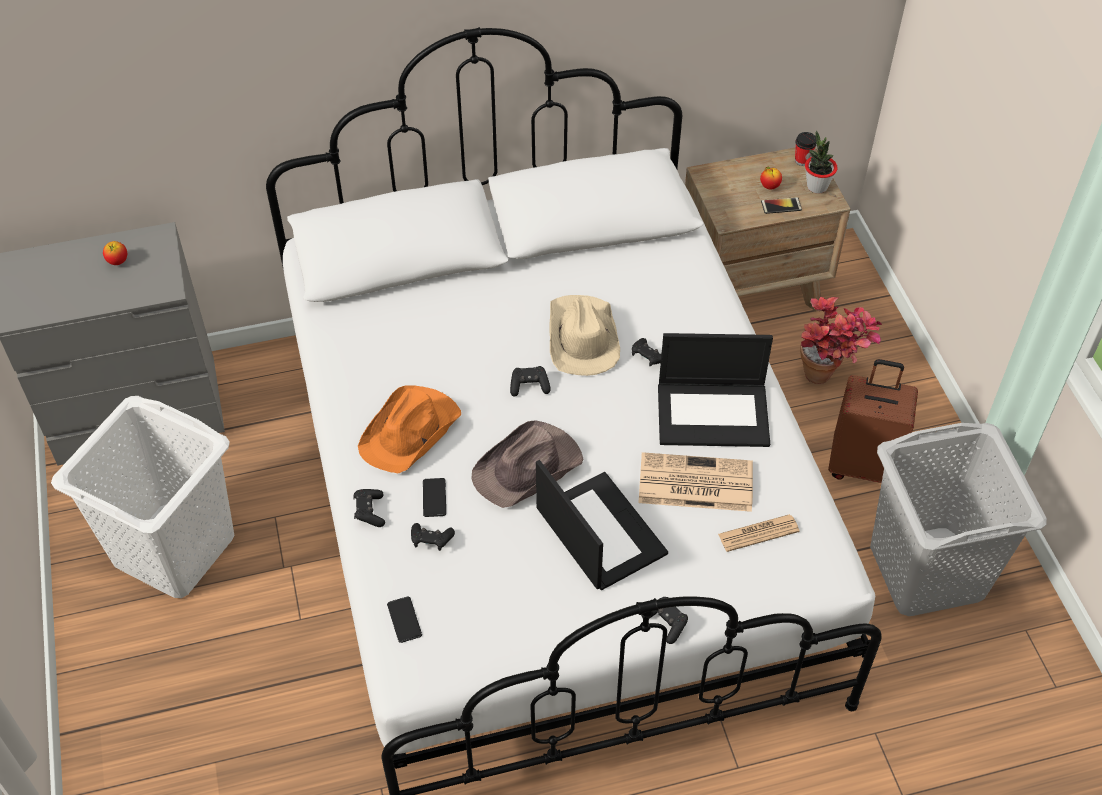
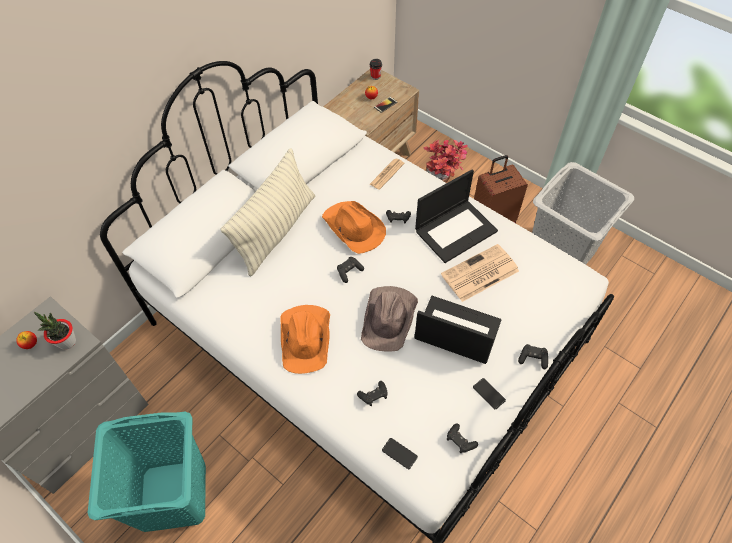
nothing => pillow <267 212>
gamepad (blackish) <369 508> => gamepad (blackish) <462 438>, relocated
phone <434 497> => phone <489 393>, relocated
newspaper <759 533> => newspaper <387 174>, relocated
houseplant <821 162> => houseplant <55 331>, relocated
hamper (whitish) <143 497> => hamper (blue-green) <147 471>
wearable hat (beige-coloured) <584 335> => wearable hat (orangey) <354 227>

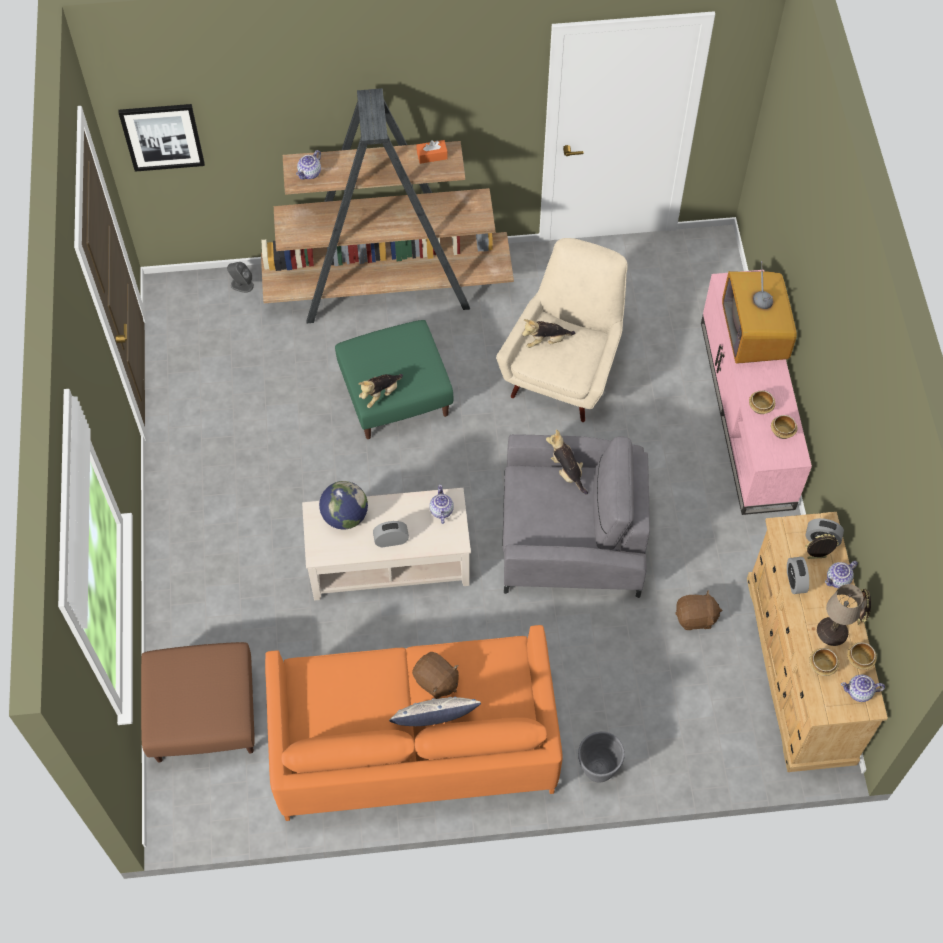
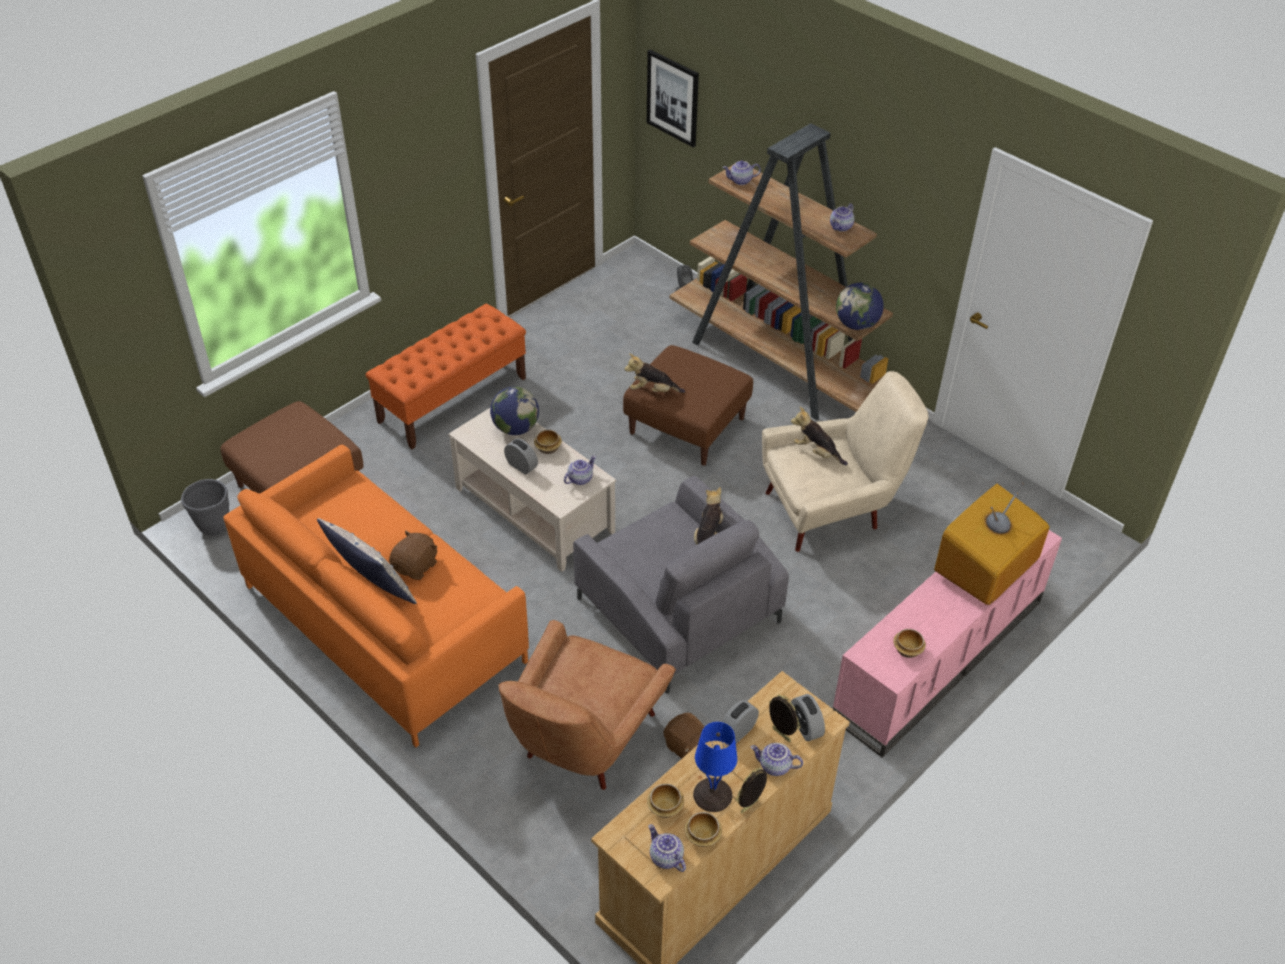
nothing => indoor bench (orangey) <445 376>
nothing => armchair (brown-coloured) <587 705>
nothing => globe <860 306>
planter (grey) <601 757> => planter (grey) <205 507>, relocated
deep dish <762 402> => deep dish <548 442>, relocated
tissue holder (orangey) <432 152> => pot for tea <842 217>
pouffe (green-coloured) <394 379> => pouffe (brown-coloured) <688 405>
table lamp (beige-coloured) <840 615> => table lamp (bluish) <715 767>
cuddly toy (brown-coloured) <435 675> => cuddly toy (brown-coloured) <413 555>, 150 degrees counterclockwise

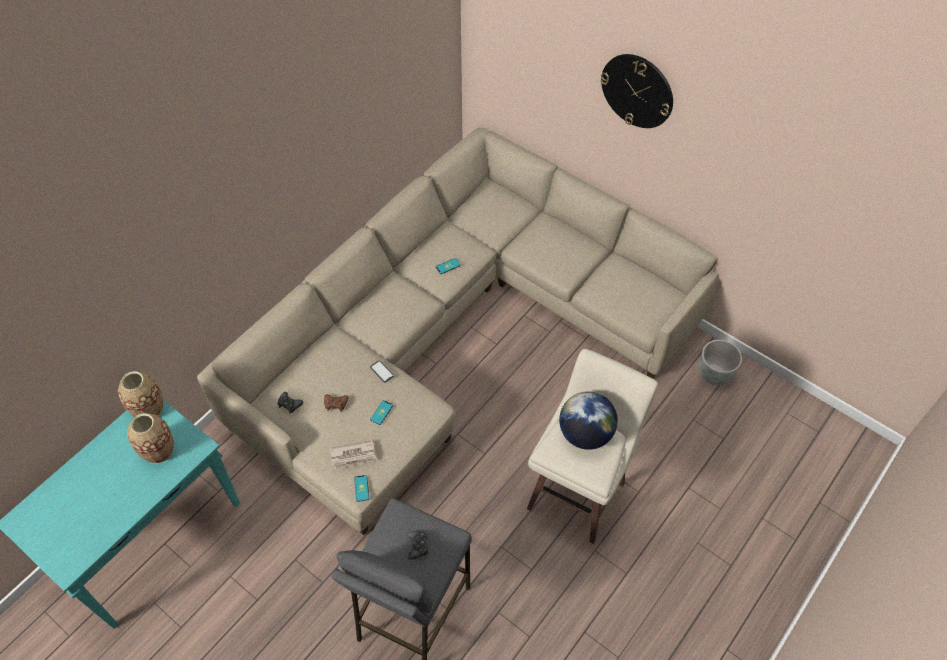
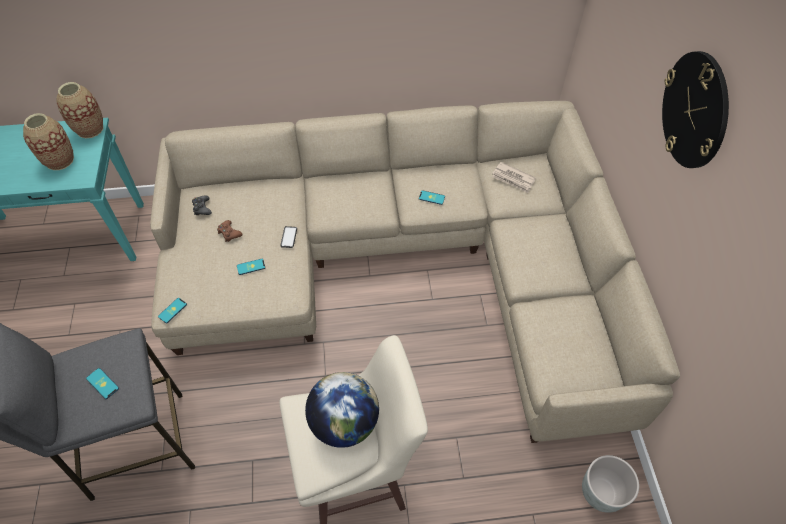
newspaper <353 454> => newspaper <514 177>, relocated
gamepad (blackish) <418 545> => phone <102 383>

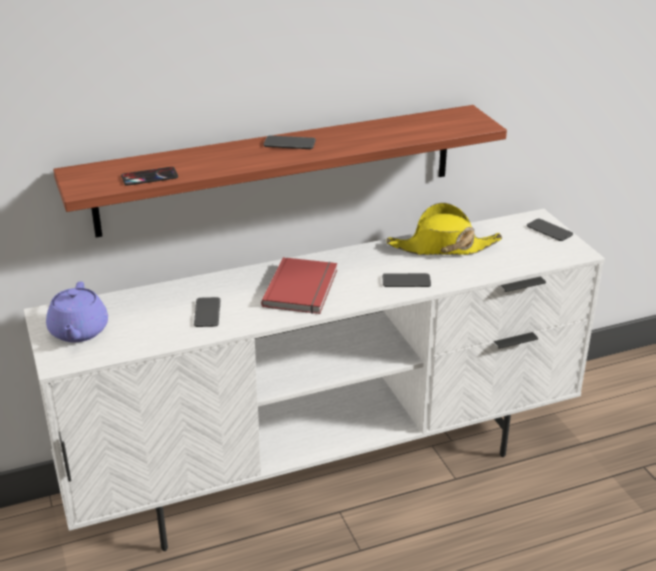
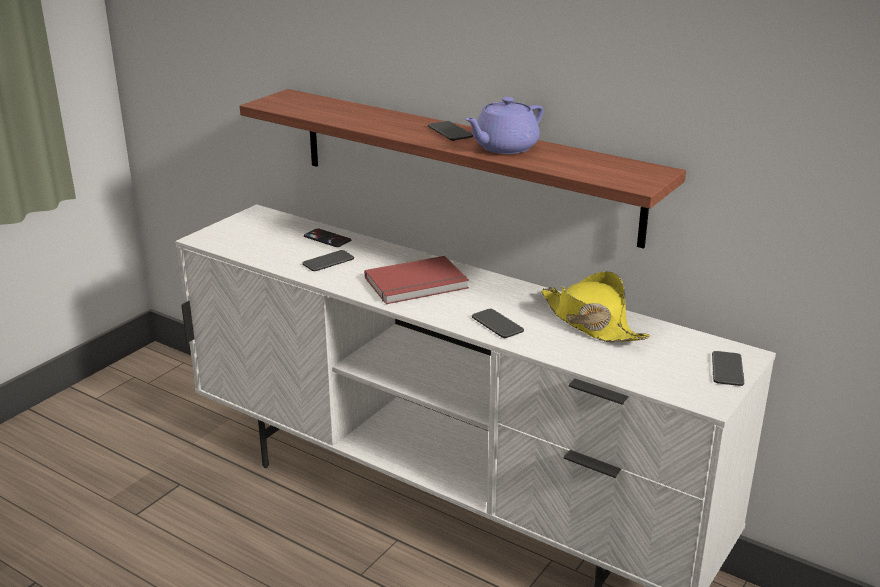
pot for tea (purplish) <77 311> => pot for tea (purplish) <504 125>, relocated
phone <149 176> => phone <327 237>, relocated

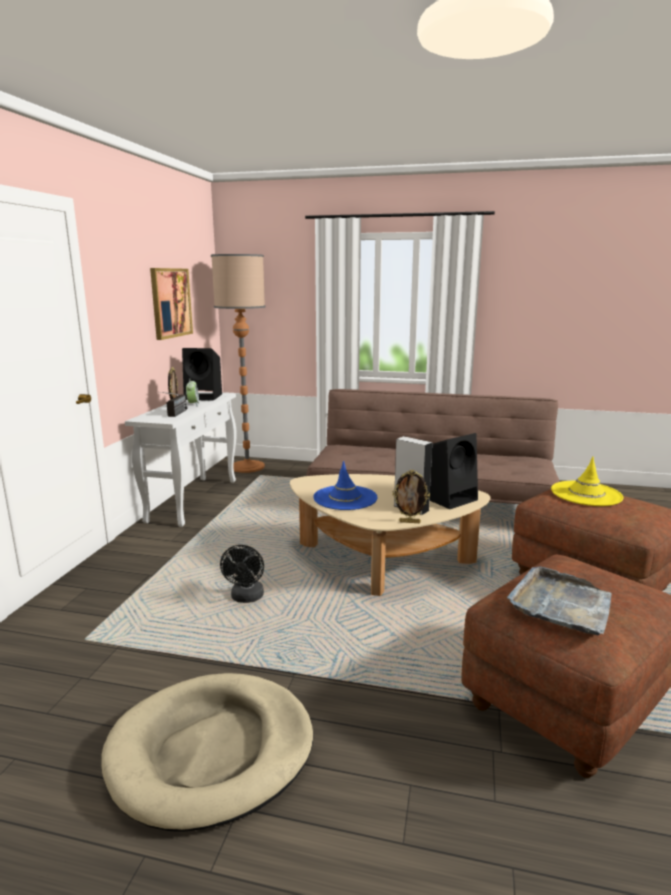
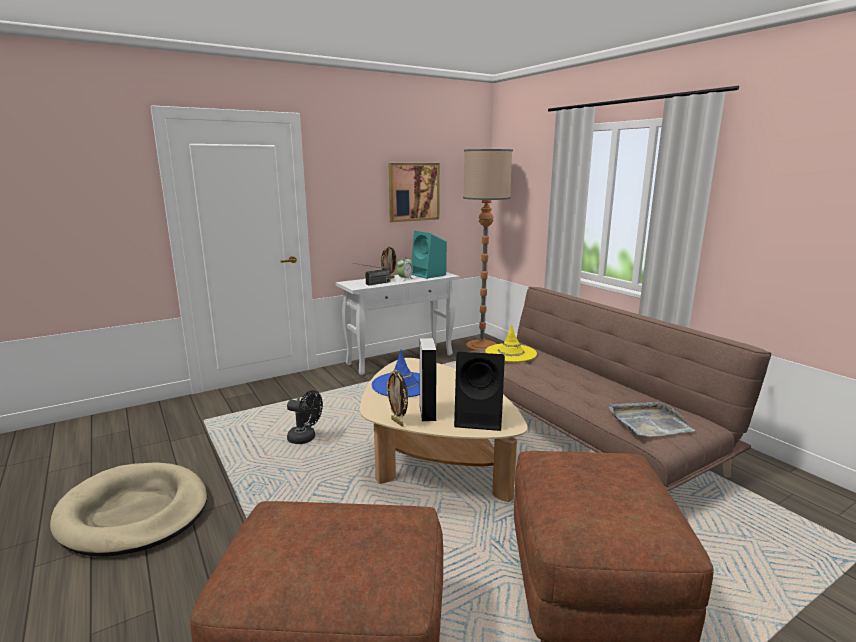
serving tray (grey) <559 601> => serving tray (grey) <651 419>, relocated
wearable hat (yellow) <587 481> => wearable hat (yellow) <511 343>, relocated
audio speaker (blackish) <202 374> => audio speaker (blue-green) <429 255>
fan (blackish) <242 574> => fan (blackish) <305 417>, 120 degrees counterclockwise

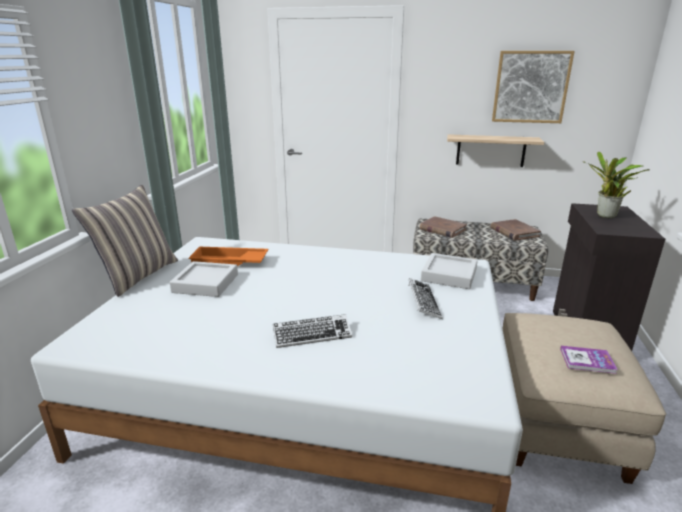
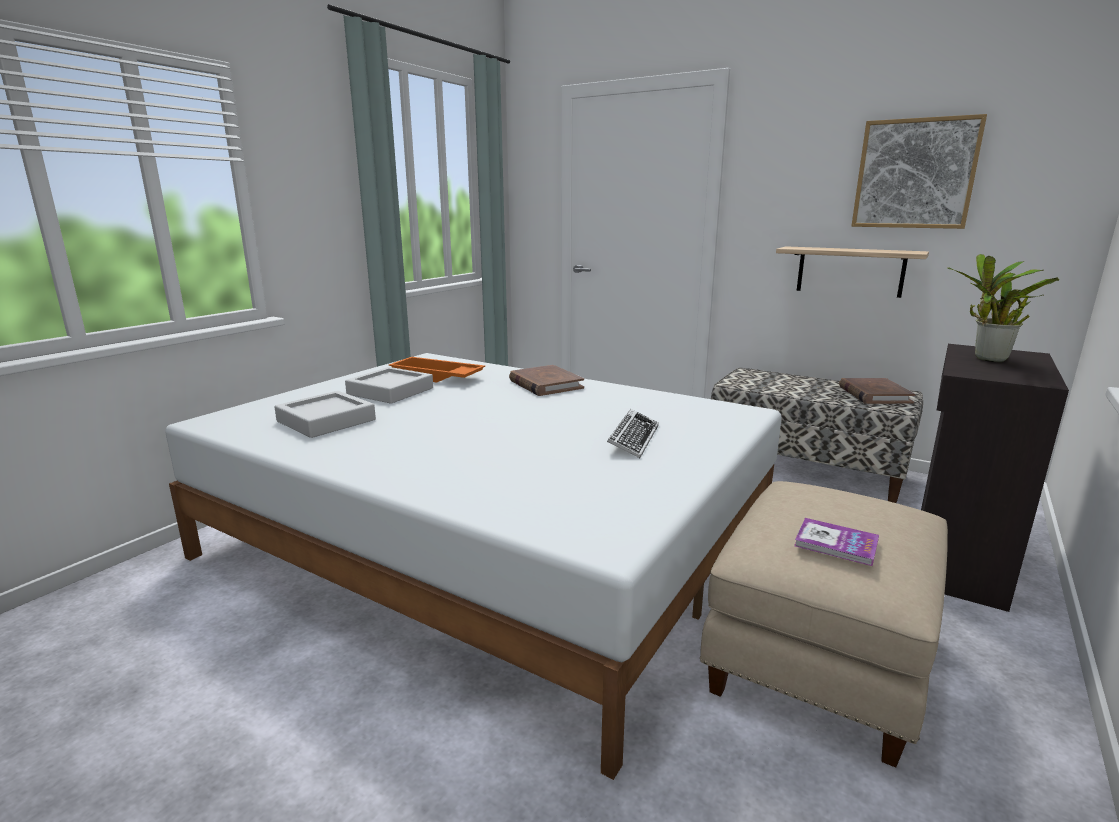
pillow <125 241> => nothing
computer keyboard <312 331> => nothing
book (brown-coloured) <443 227> => book (brown-coloured) <546 380>, relocated
serving tray (grey) <449 271> => serving tray (grey) <325 414>, relocated

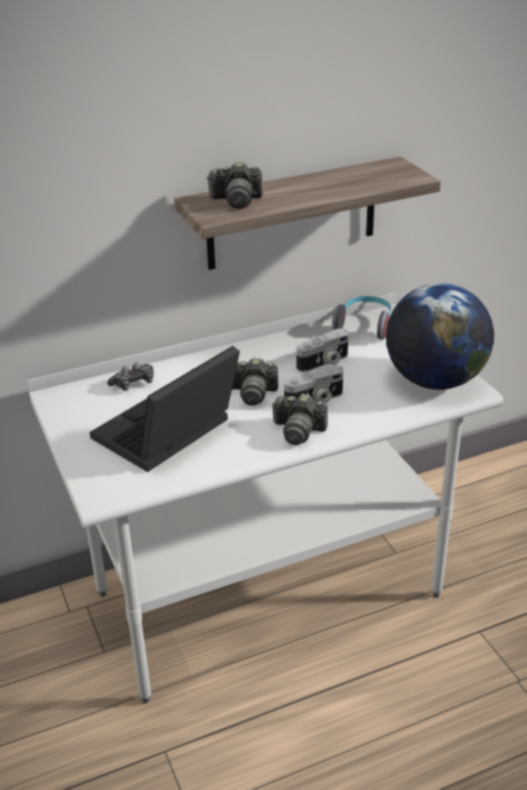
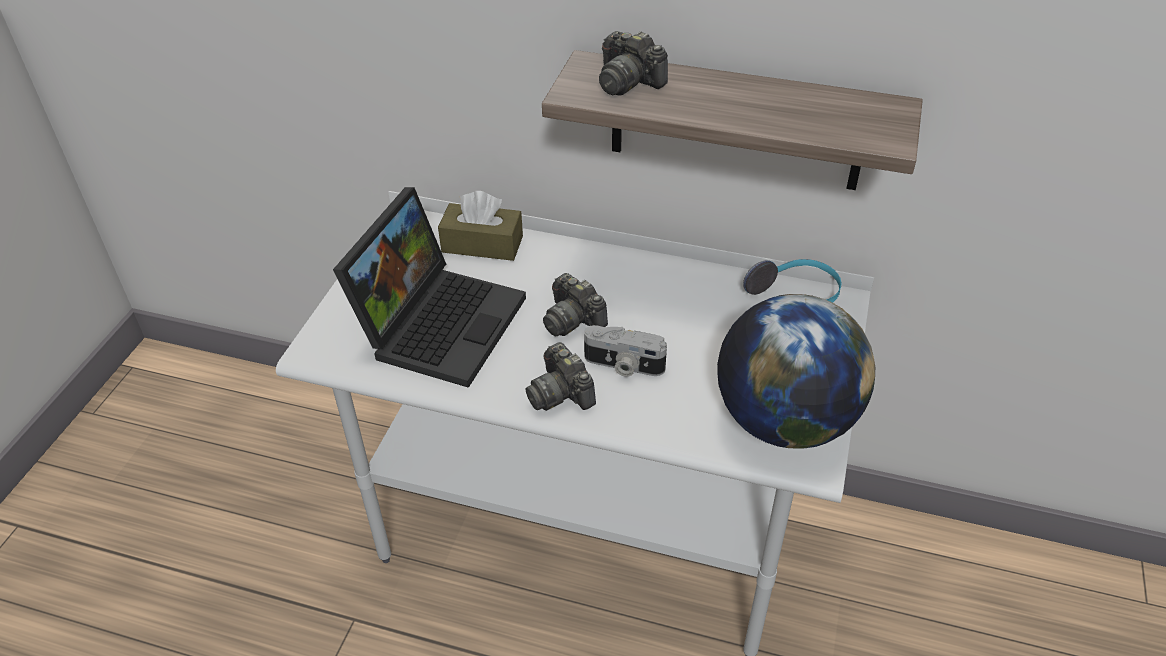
still camera <322 350> => nothing
gamepad <130 377> => tissue holder (brown-coloured) <480 226>
portable computer <165 409> => portable computer <429 287>, 120 degrees clockwise

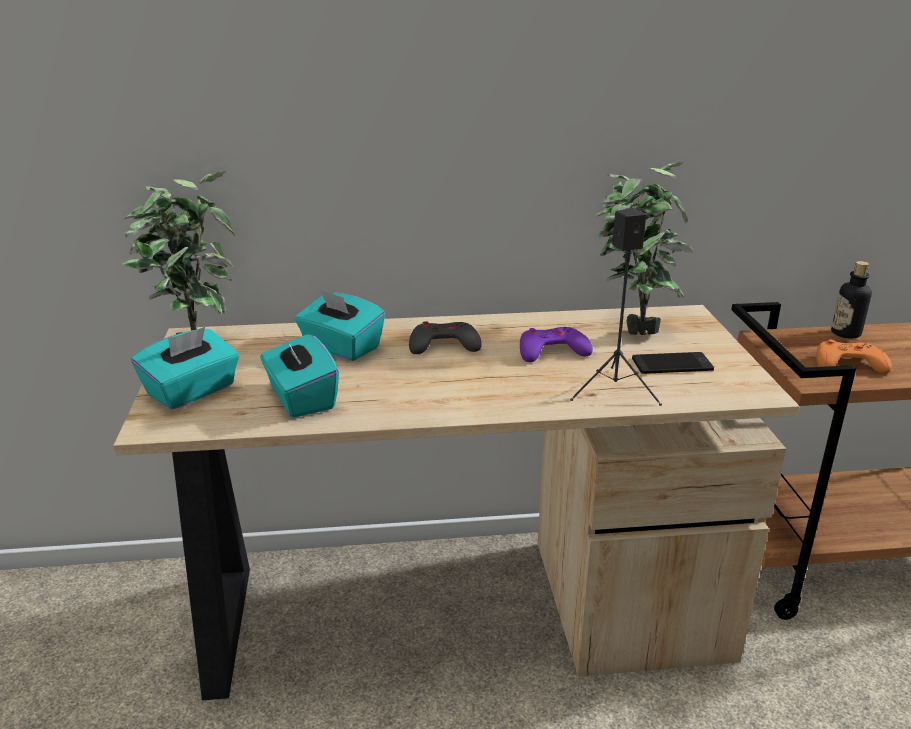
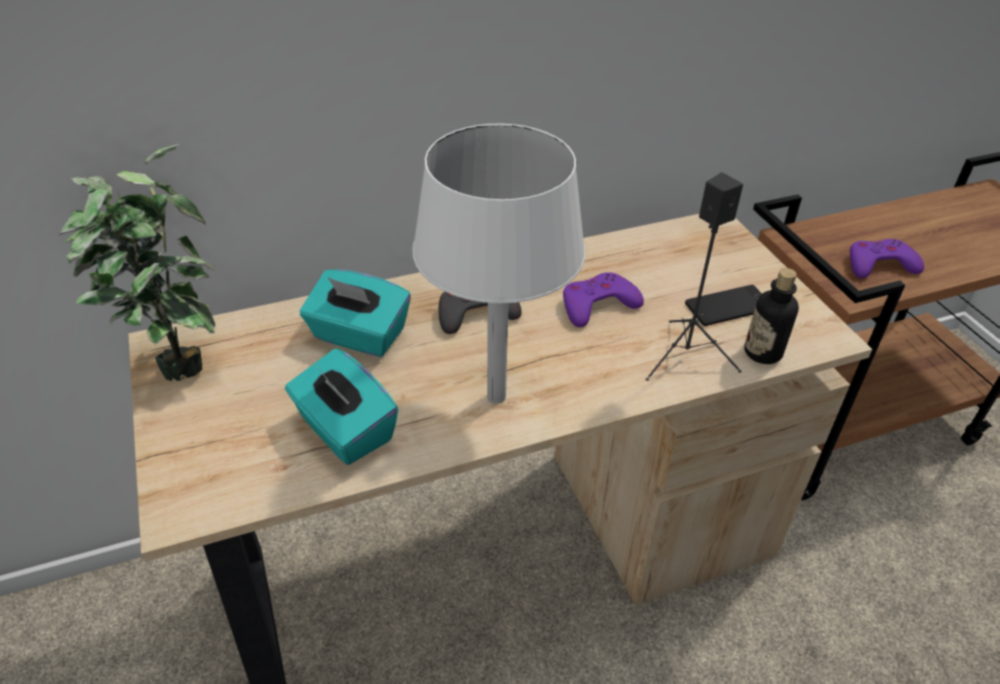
tissue holder (blue-green) <185 368> => nothing
houseplant <645 248> => nothing
nothing => table lamp (whitish) <499 264>
bottle <851 300> => bottle <771 316>, relocated
gamepad (orangey) <854 356> => gamepad (purplish) <887 258>

